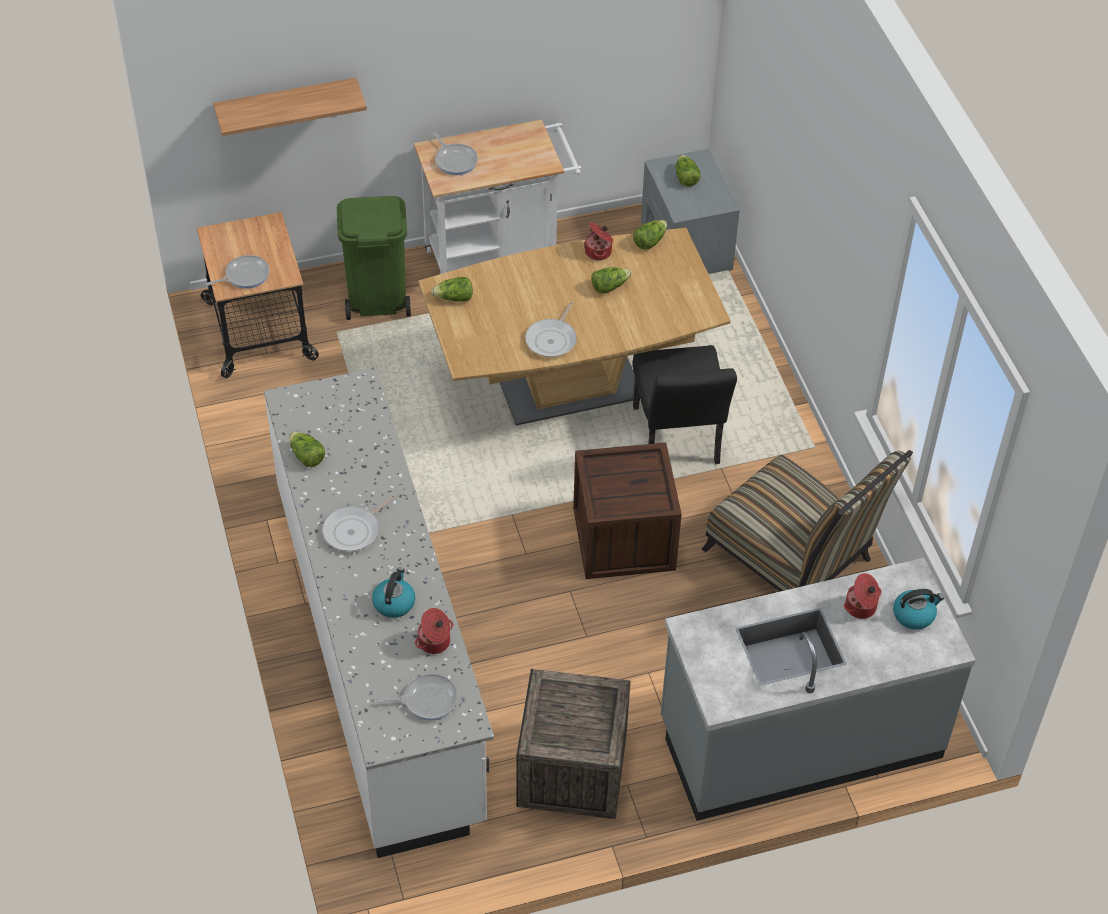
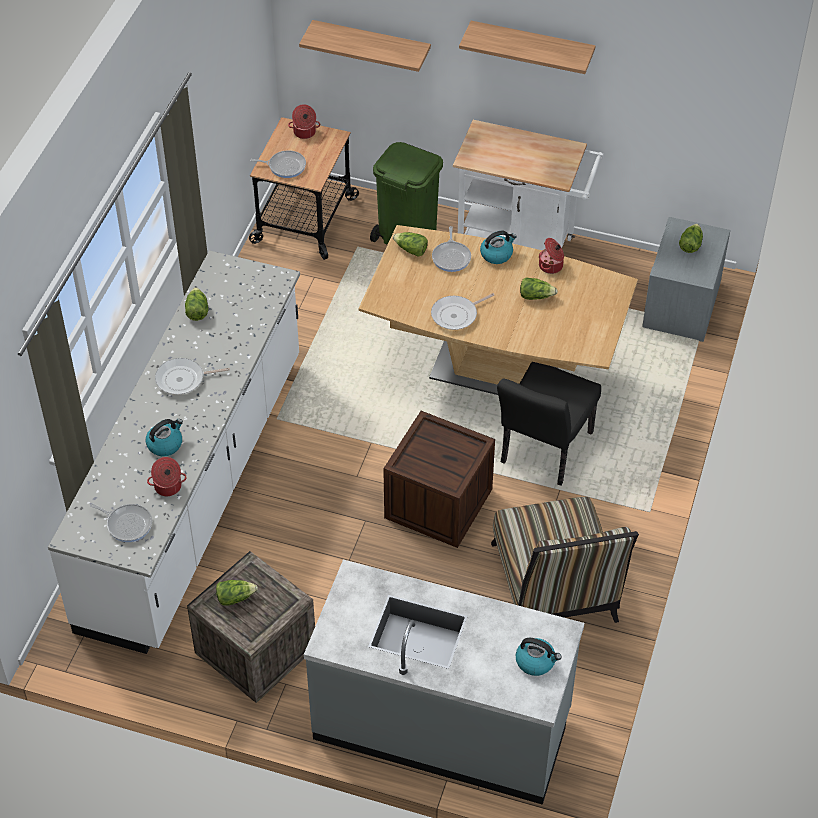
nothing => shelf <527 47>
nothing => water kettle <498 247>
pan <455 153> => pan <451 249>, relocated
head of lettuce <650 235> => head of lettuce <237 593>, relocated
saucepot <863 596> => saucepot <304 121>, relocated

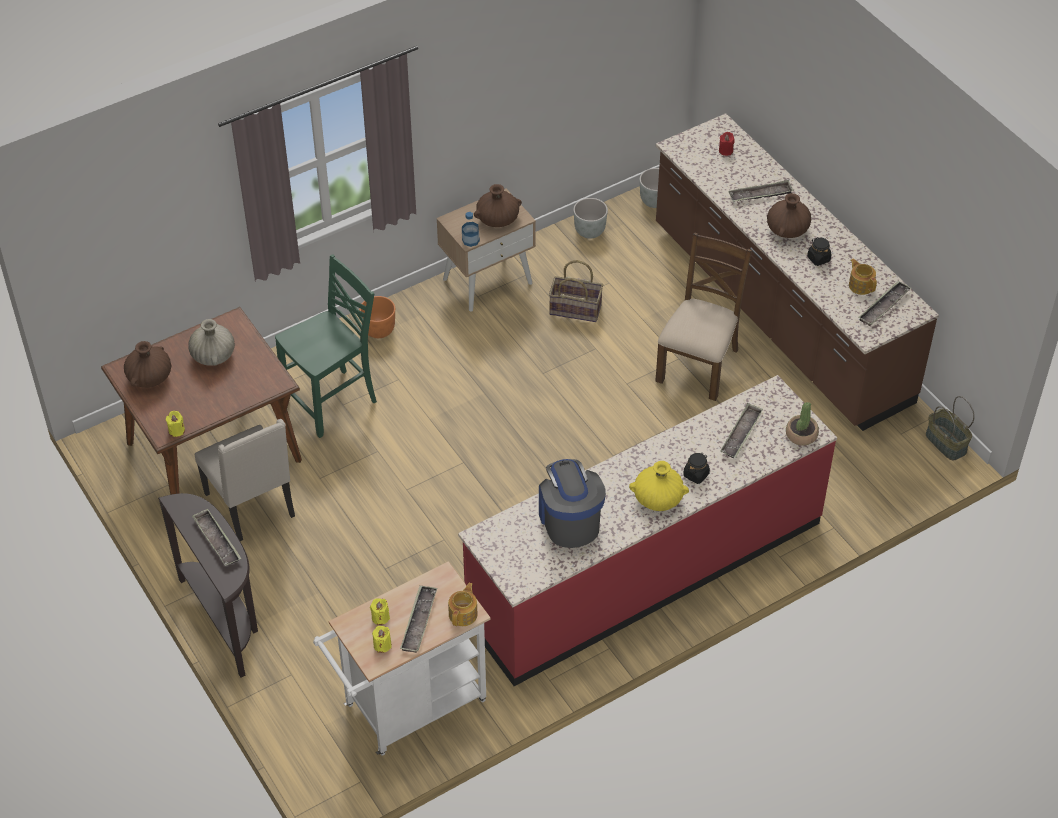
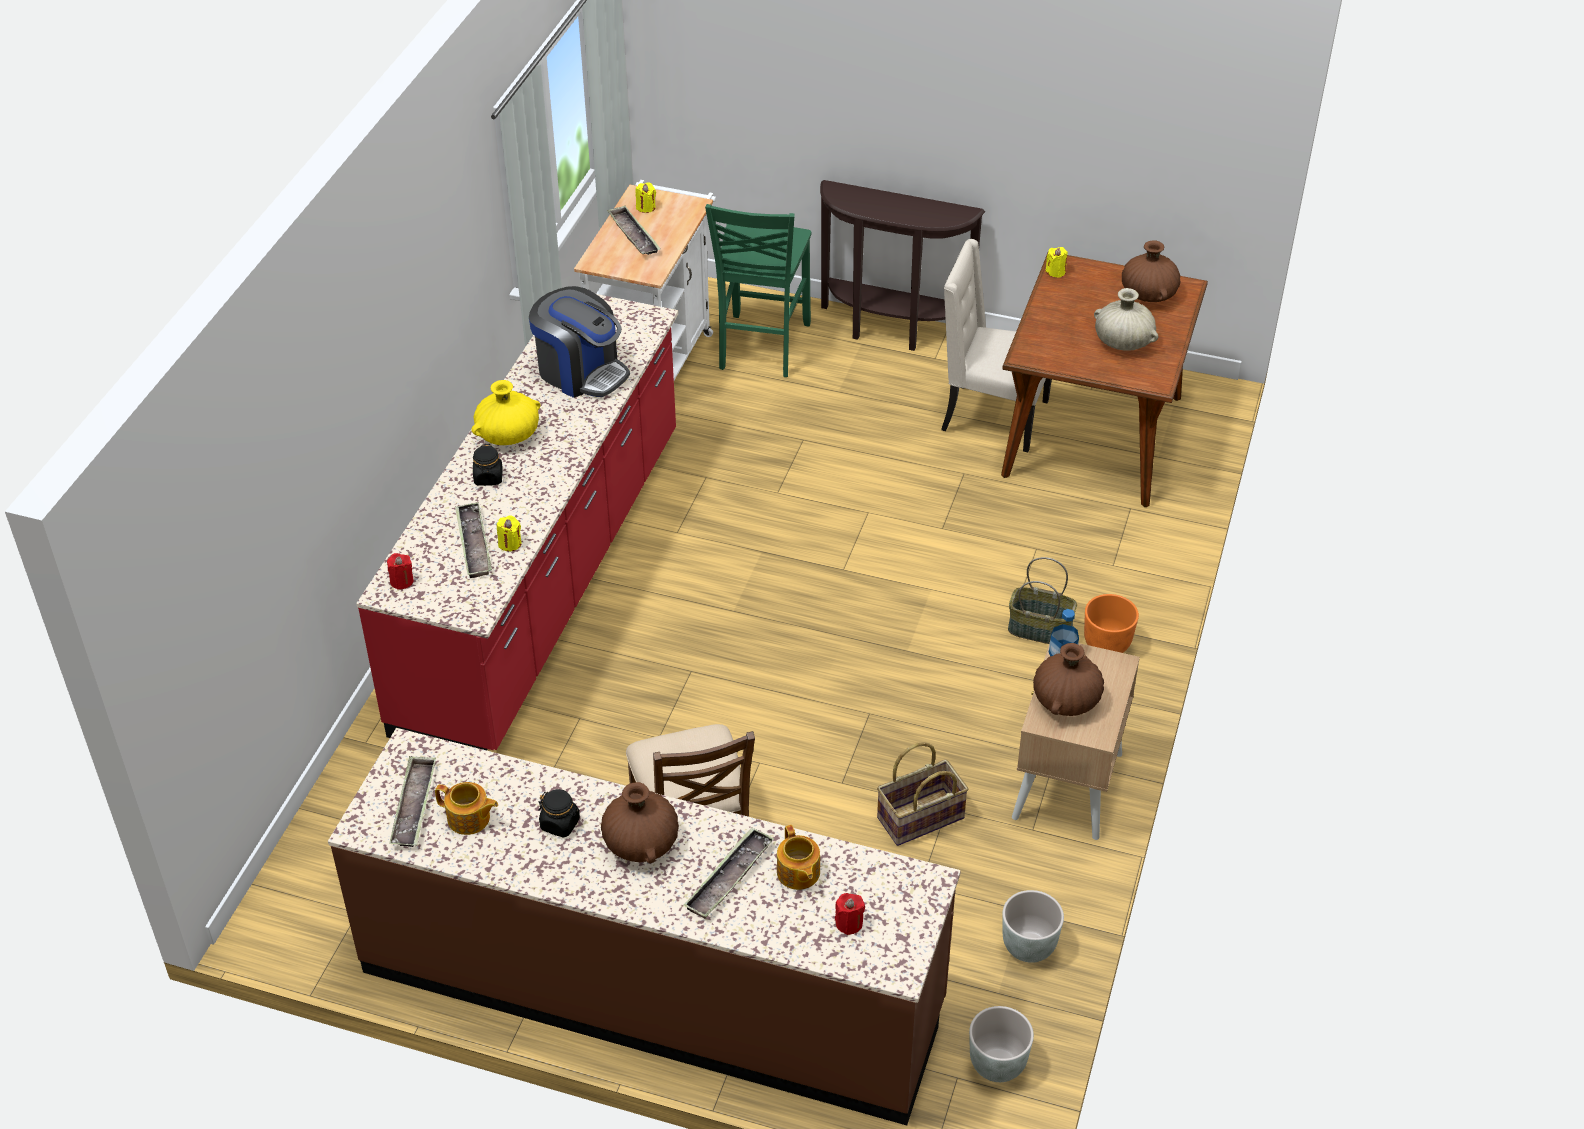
serving tray <217 537> => nothing
upright chair (green-coloured) <326 346> => upright chair (green-coloured) <758 290>, relocated
candle (yellow) <380 611> => candle (yellow) <509 533>, relocated
pot for tea <463 604> => pot for tea <798 857>, relocated
household basket <950 428> => household basket <1042 600>, relocated
houseplant <802 424> => candle (reddish) <400 571>

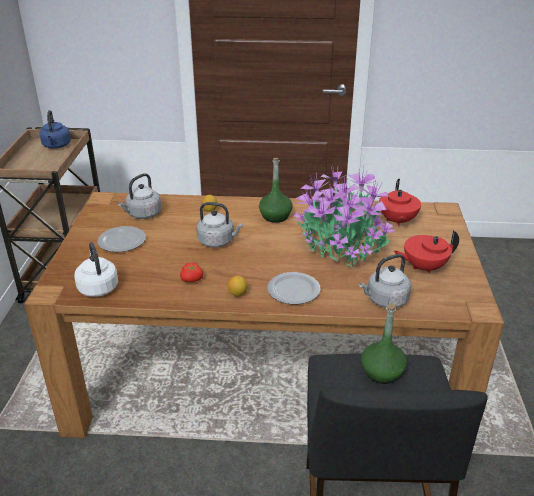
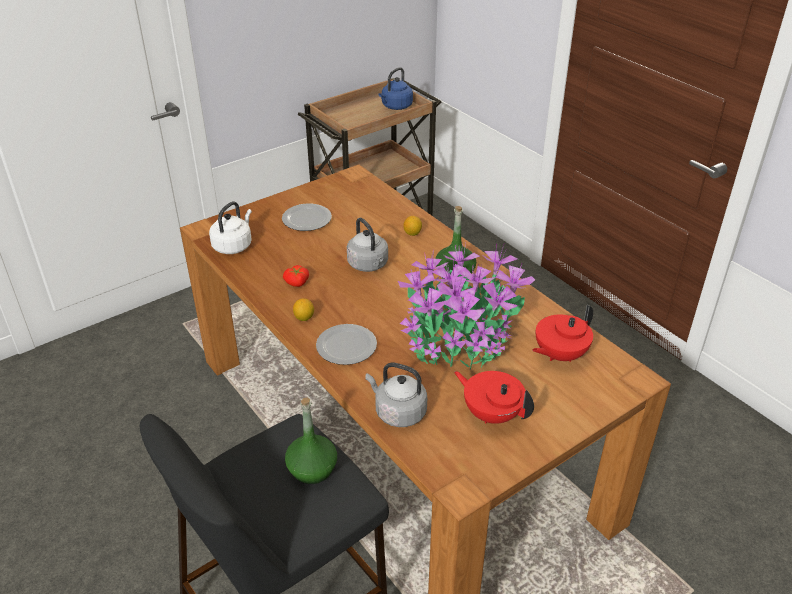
water kettle (grey) <139 196> => nothing

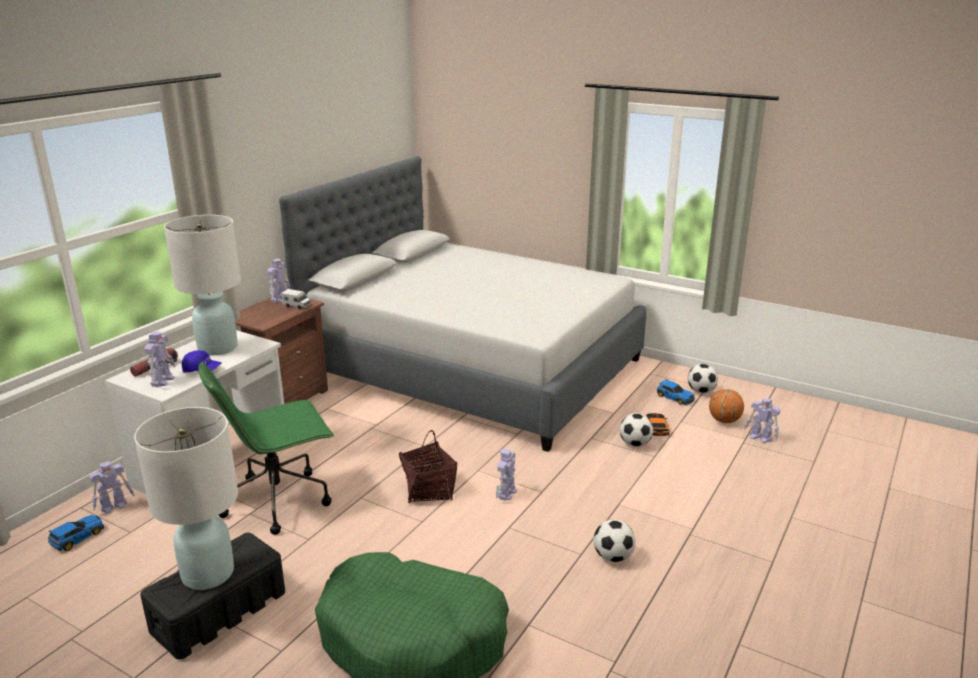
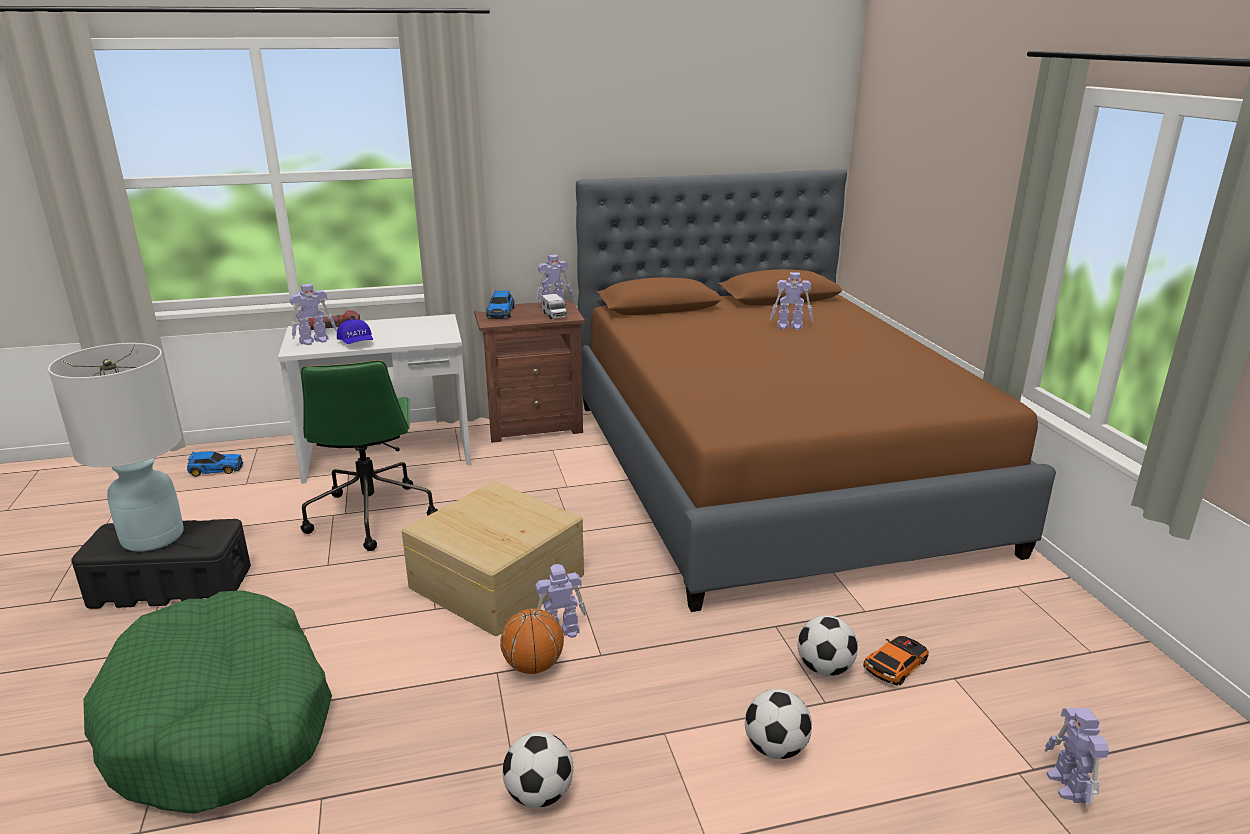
table lamp (whitish) <202 285> => nothing
robot figure <112 487> => robot figure <791 301>, relocated
miniature car <675 392> => miniature car <500 305>, relocated
ball for football <703 378> => ball for football <778 724>, relocated
basketball <726 406> => basketball <532 641>, relocated
household basket <428 466> => storage container (beige-coloured) <493 558>
bedroom bed (grey) <462 304> => bedroom bed (brown-coloured) <816 390>
office chair (green-coloured) <266 448> => office chair (green-coloured) <369 455>, 120 degrees counterclockwise

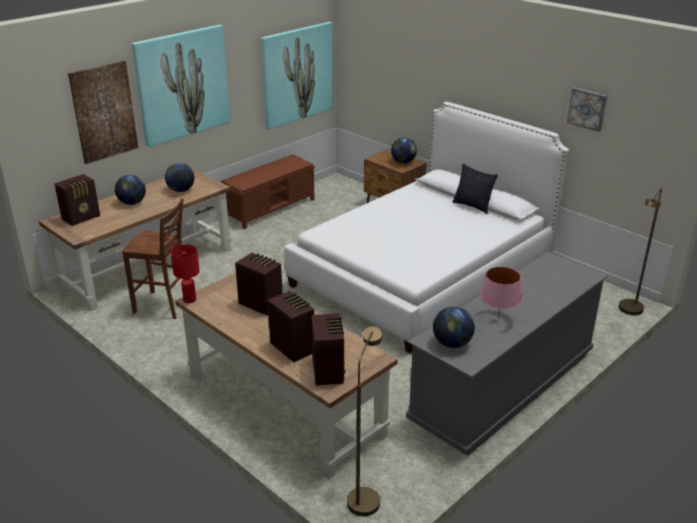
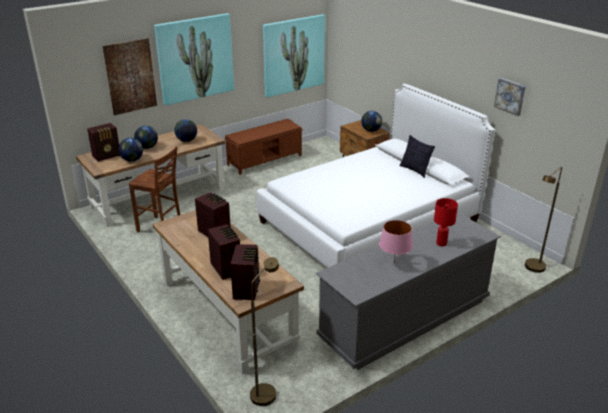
table lamp (reddish) <185 273> => table lamp (reddish) <446 222>, relocated
globe <454 327> => globe <130 150>, relocated

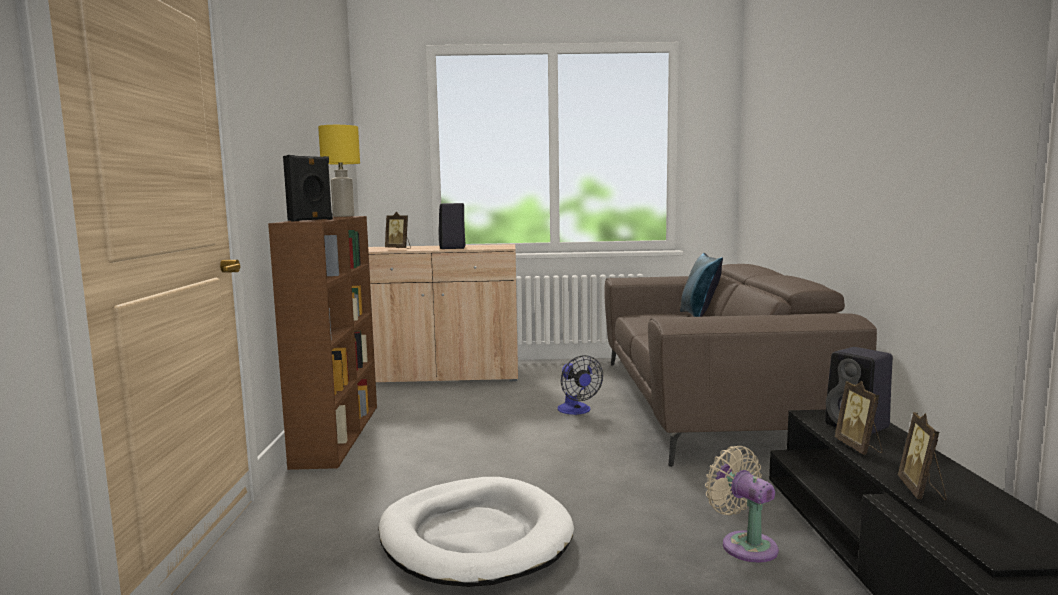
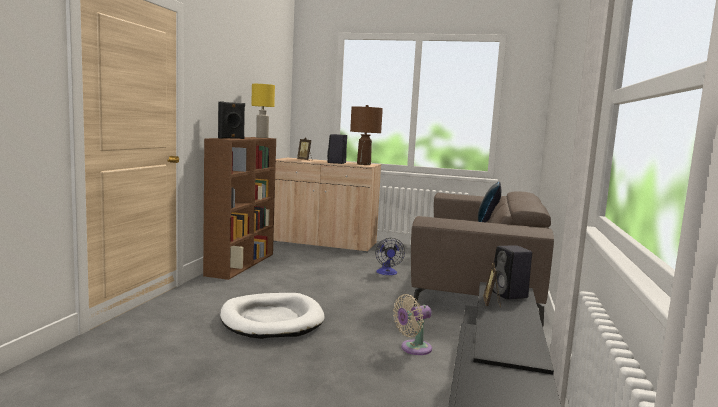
photo frame <922 456> => nothing
nothing => table lamp (brown-coloured) <366 135>
fan (beige-coloured) <742 504> => fan (beige-coloured) <412 324>, 105 degrees counterclockwise

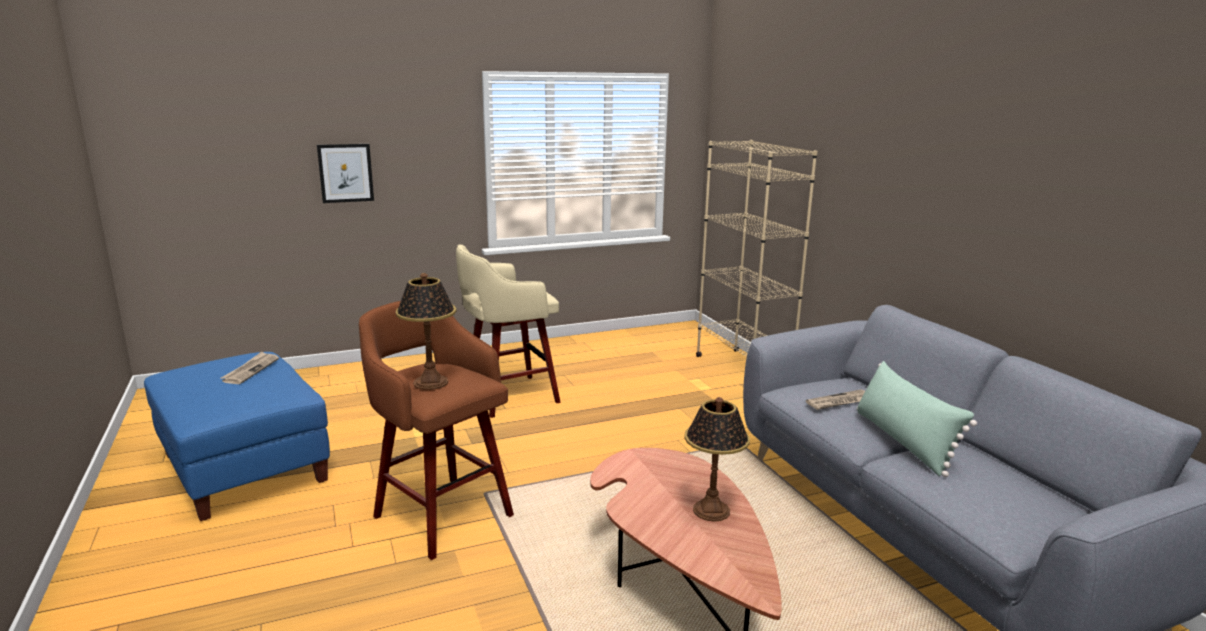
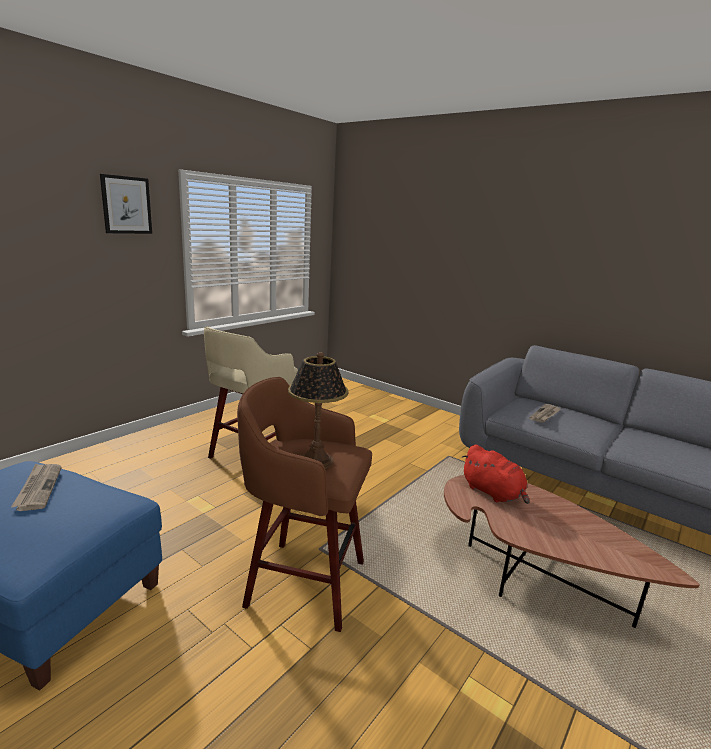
table lamp <717 459> => nothing
shelving unit (beige-coloured) <757 248> => nothing
pillow (green-coloured) <917 419> => nothing
nothing => cuddly toy (reddish) <496 474>
picture <345 173> => picture <126 204>, relocated

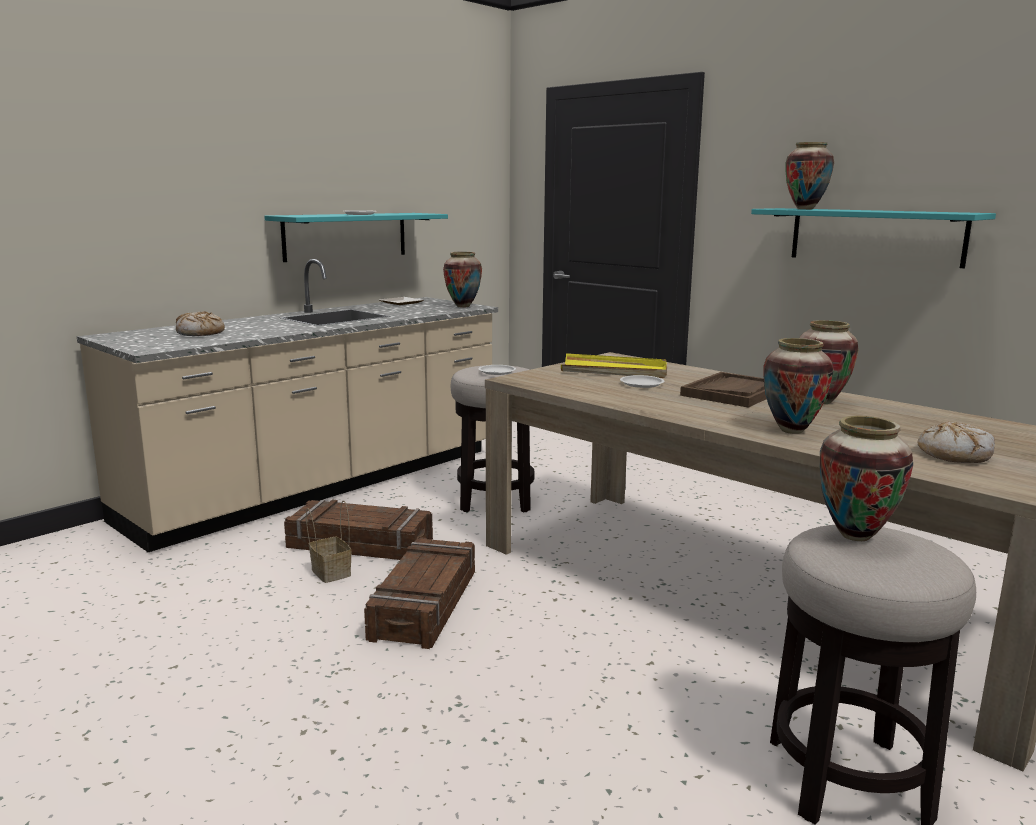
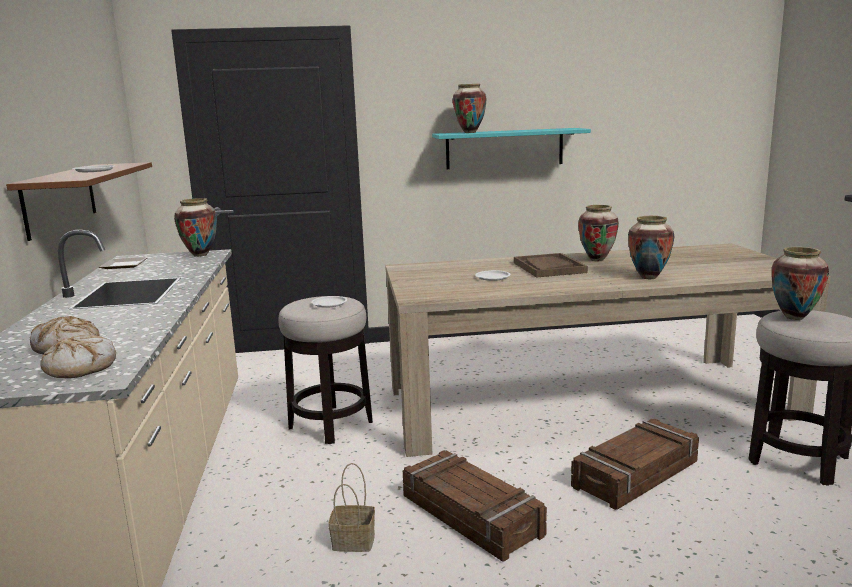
serving tray (yellow) <614 365> => nothing
shipping crate <358 530> => shipping crate <635 464>, relocated
baked bread <956 442> => baked bread <78 356>, relocated
shelf (blue-green) <356 237> => shelf (brown-coloured) <79 201>

